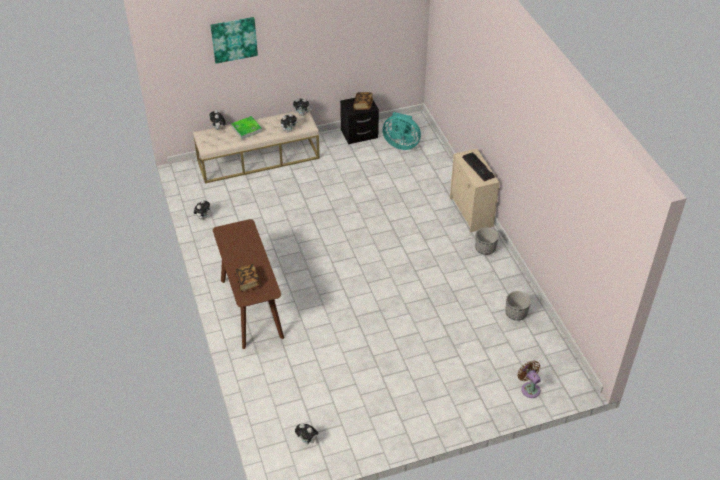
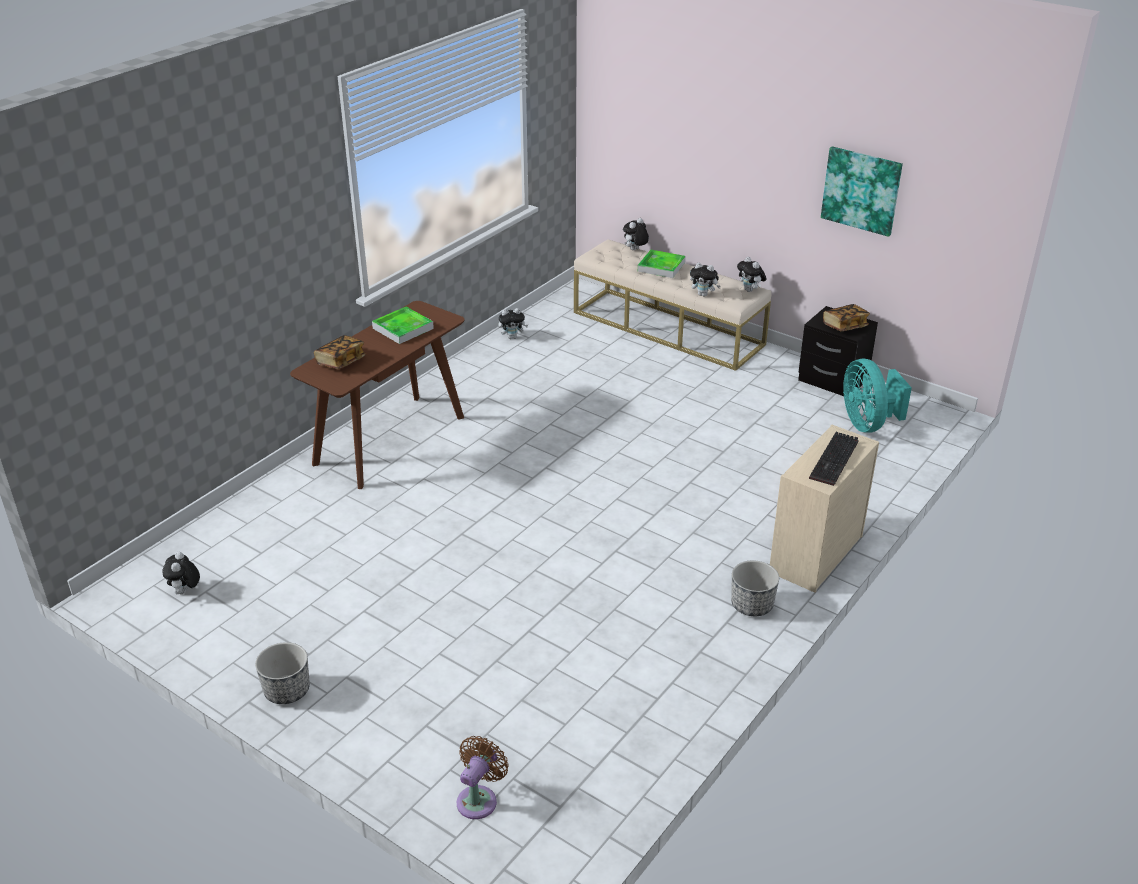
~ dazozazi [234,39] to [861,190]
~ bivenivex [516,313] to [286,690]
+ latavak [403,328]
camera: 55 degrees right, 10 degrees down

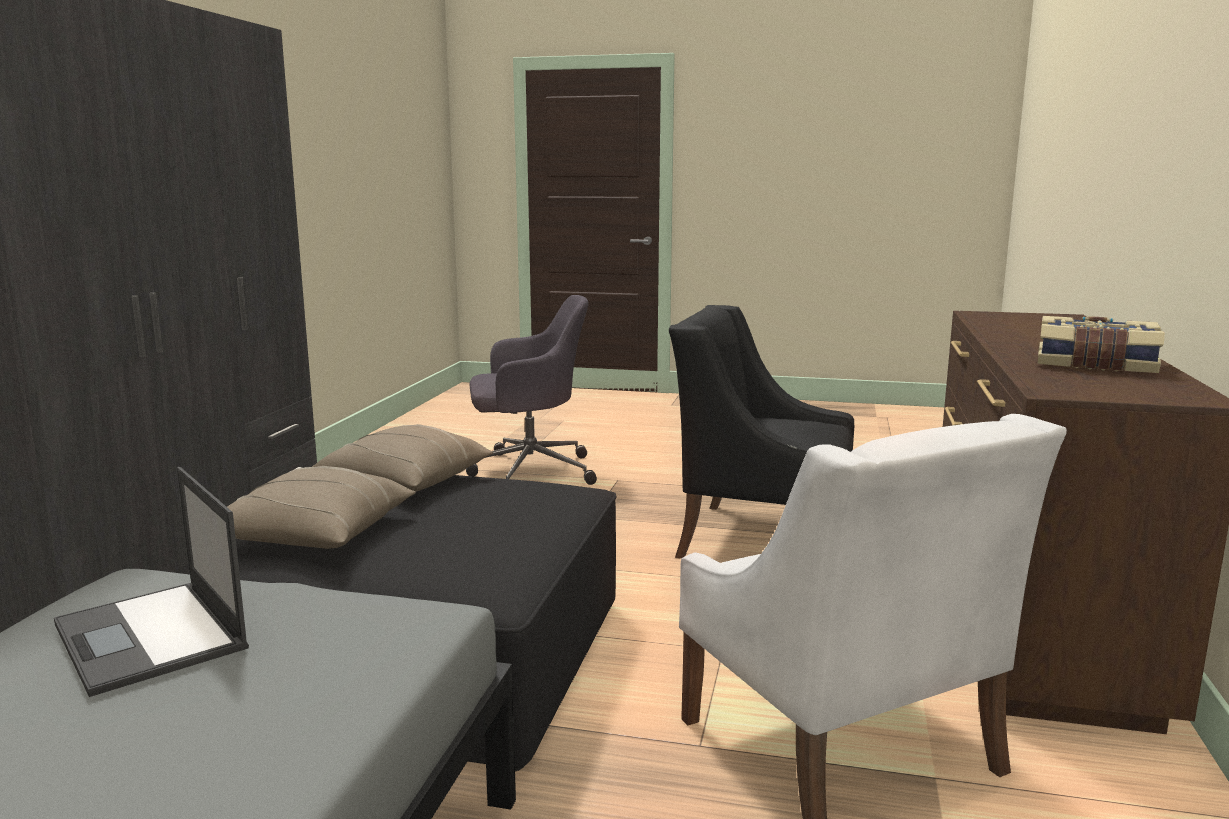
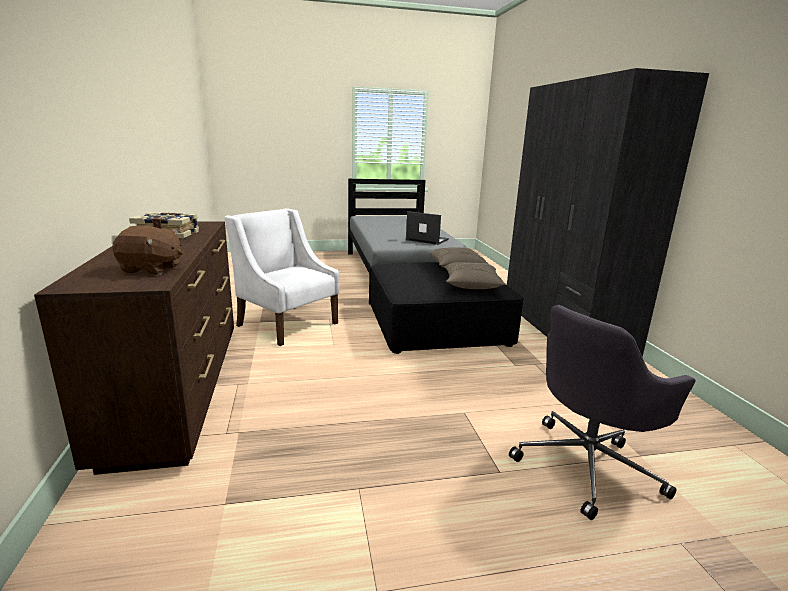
- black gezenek [759,537]
+ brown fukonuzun [152,269]
camera: 155 degrees right, 5 degrees up

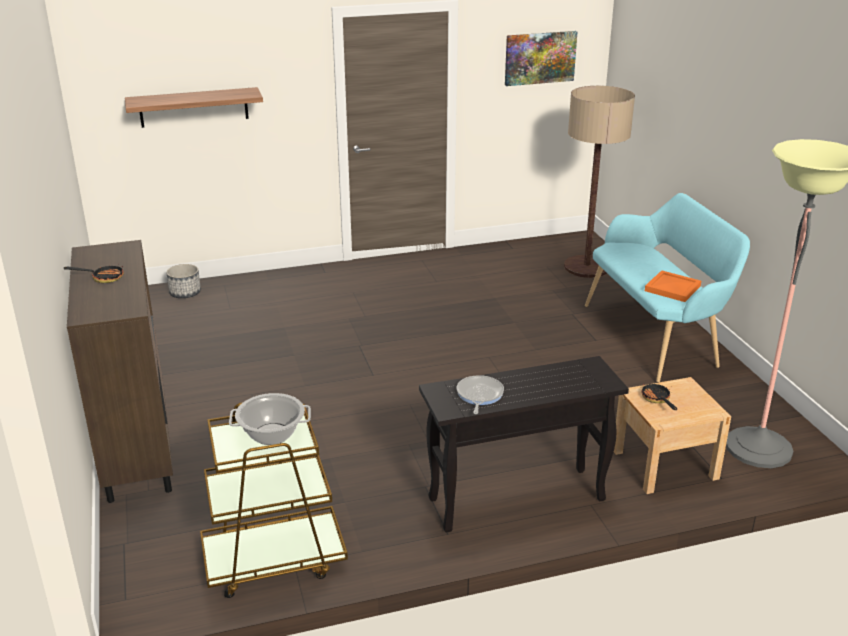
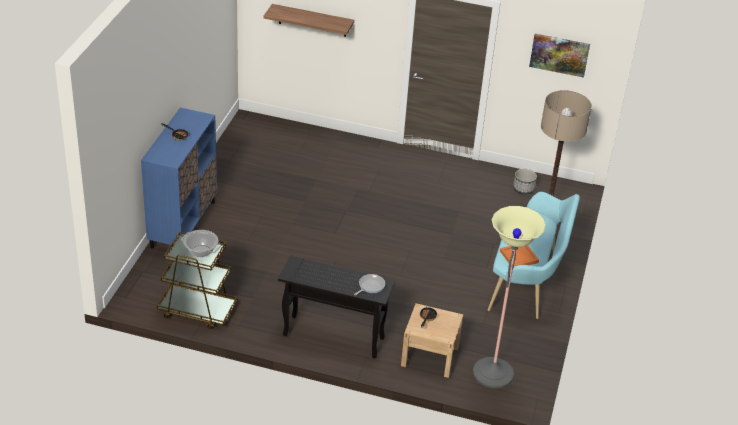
~ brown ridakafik [137,448] to blue ridakafik [183,224]
~ bivenivex [185,293] to [523,189]
~ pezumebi [479,395] to [370,286]
camera: 30 degrees right, 10 degrees up

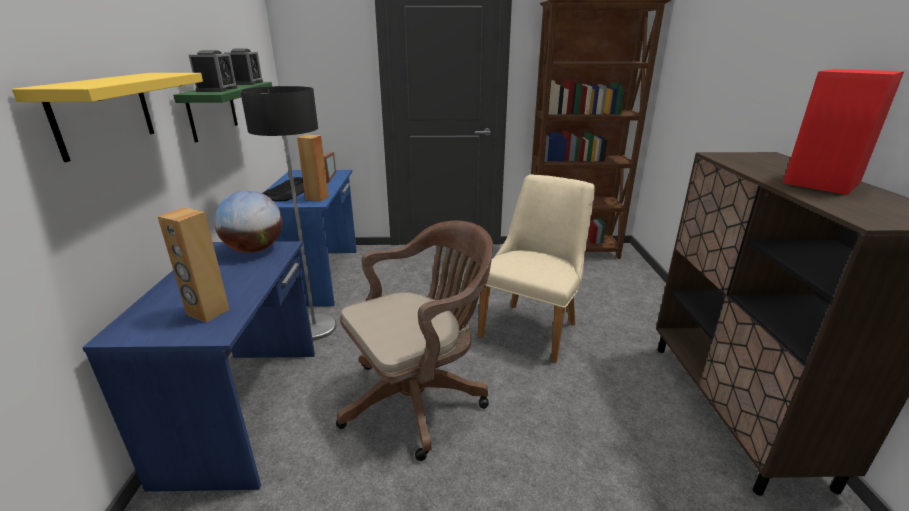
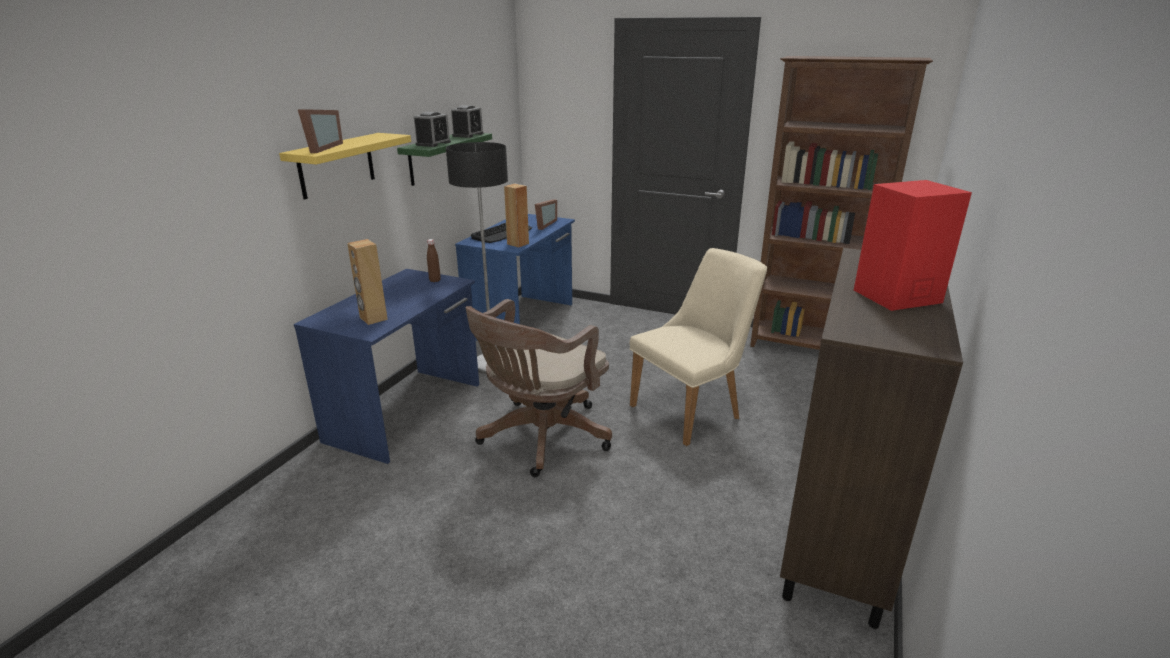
~ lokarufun [255,249] to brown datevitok [435,280]
~ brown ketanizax [419,397] = [540,438] 135 degrees clockwise
+ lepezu [319,148]
camera: 25 degrees right, 0 degrees up

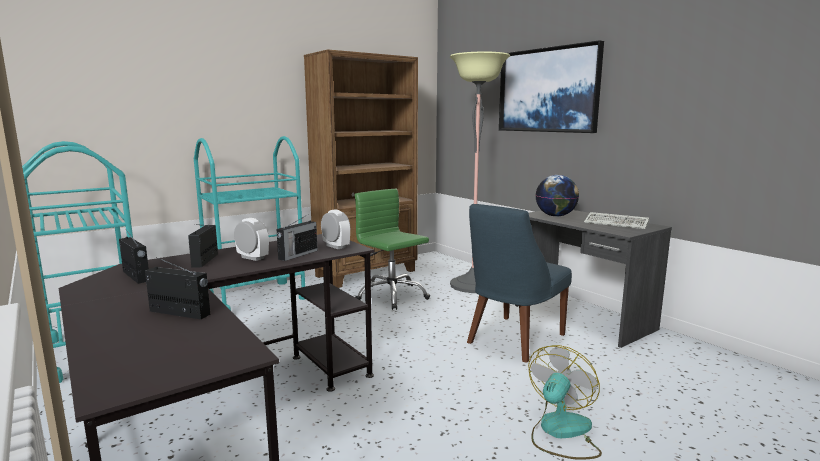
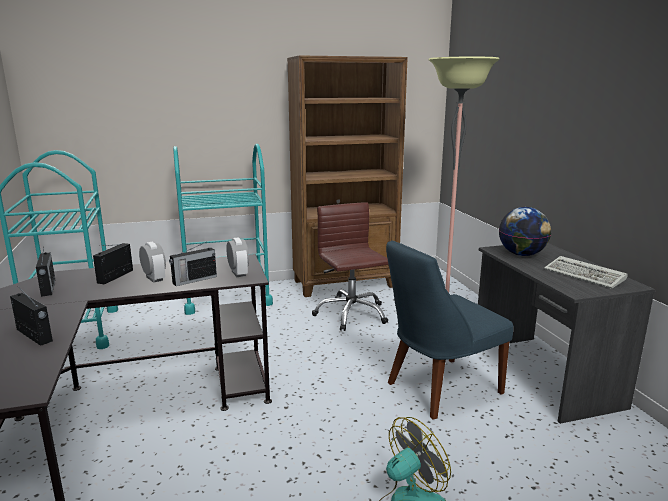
~ green ketanizax [391,296] to brown ketanizax [351,314]
- dazozazi [548,90]
camera: 20 degrees right, 5 degrees up

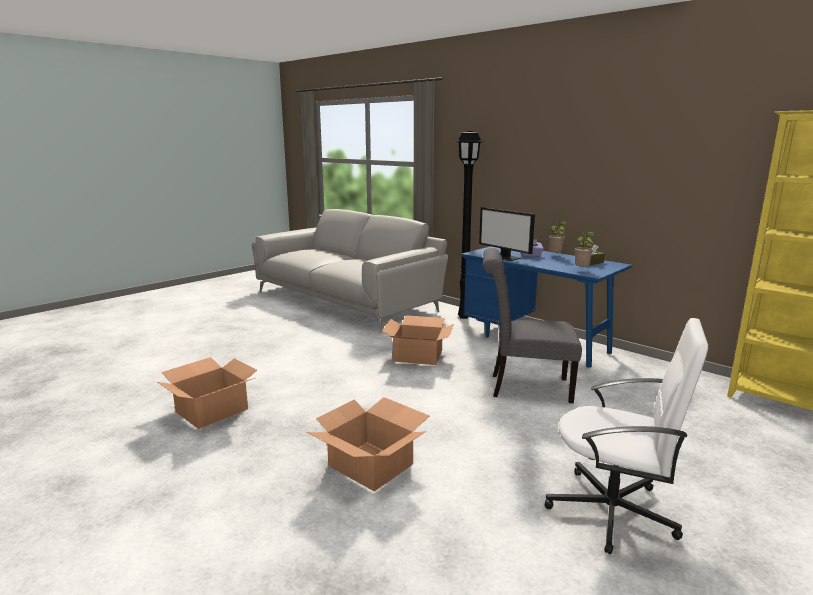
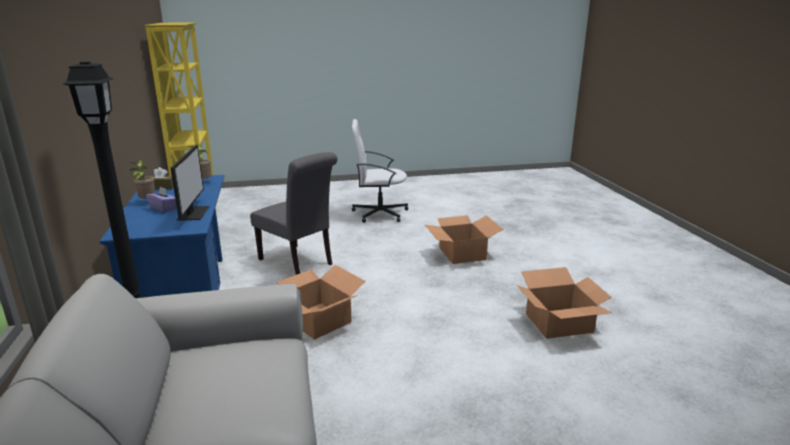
~ white ketanizax [613,511] = [379,213] 60 degrees counterclockwise
camera: 145 degrees left, 5 degrees up

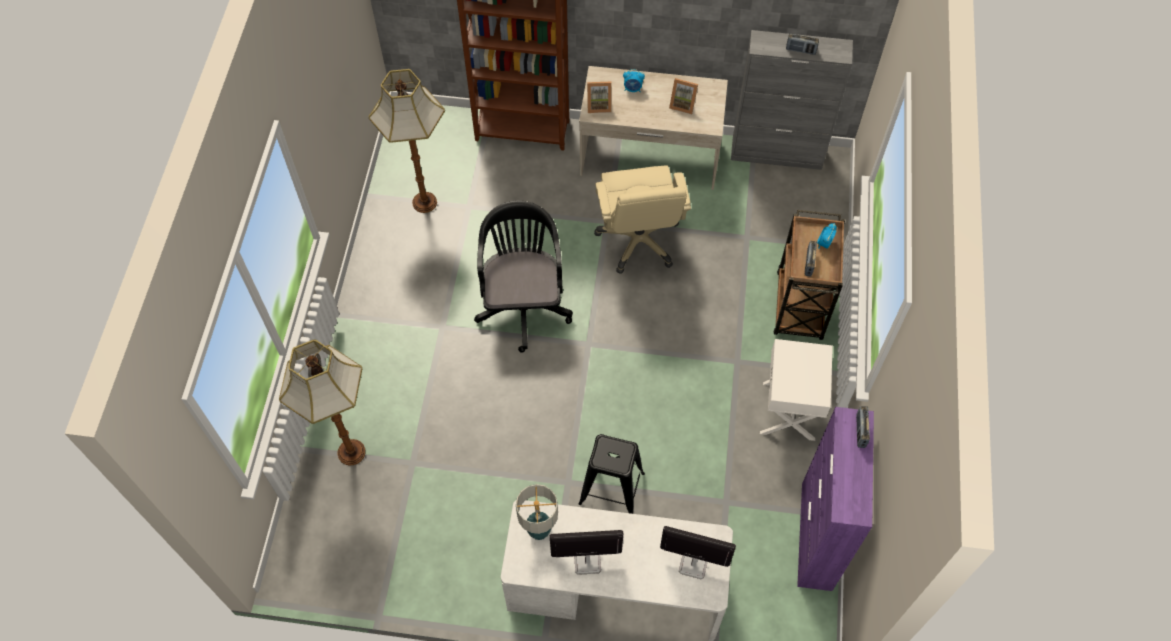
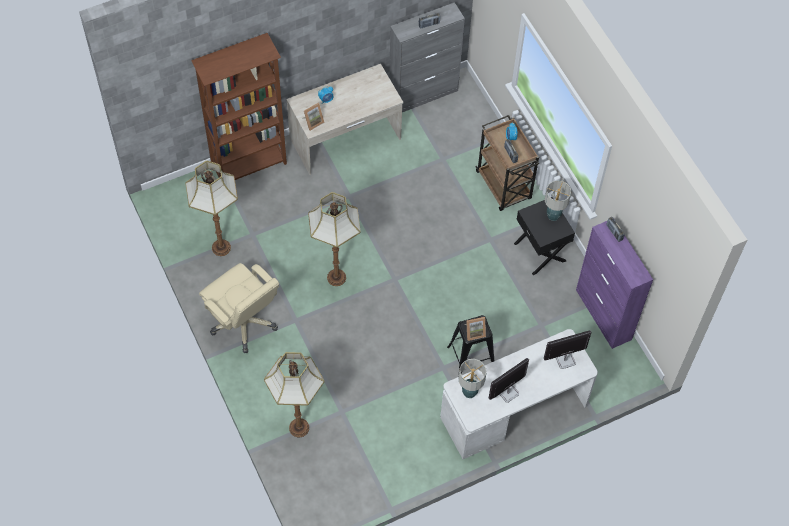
~ black ketanizax [523,304] to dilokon [336,277]
~ beige ketanizax [639,240] to [244,322]
~ lepezu [683,104] to [474,332]
~ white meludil [789,411] to black meludil [540,251]
+ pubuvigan [553,216]
camera: 35 degrees left, 0 degrees up

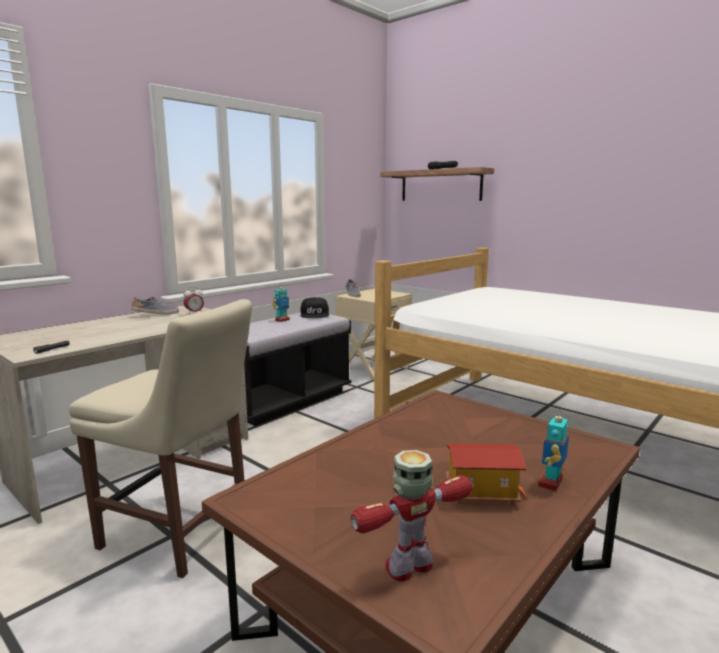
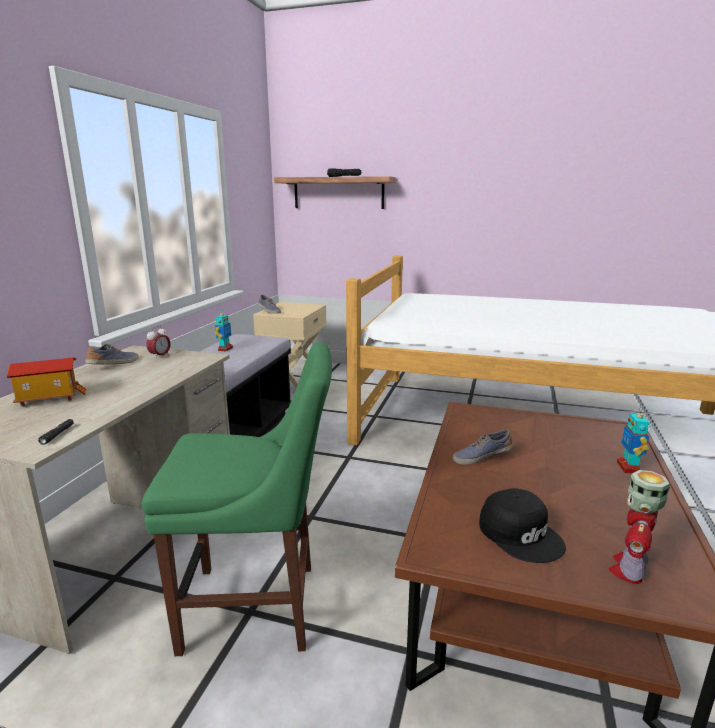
~ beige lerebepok [180,534] to green lerebepok [258,607]
~ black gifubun [315,314] to [521,533]
~ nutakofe [482,493] to [49,397]
+ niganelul [481,457]
camera: 25 degrees left, 5 degrees up

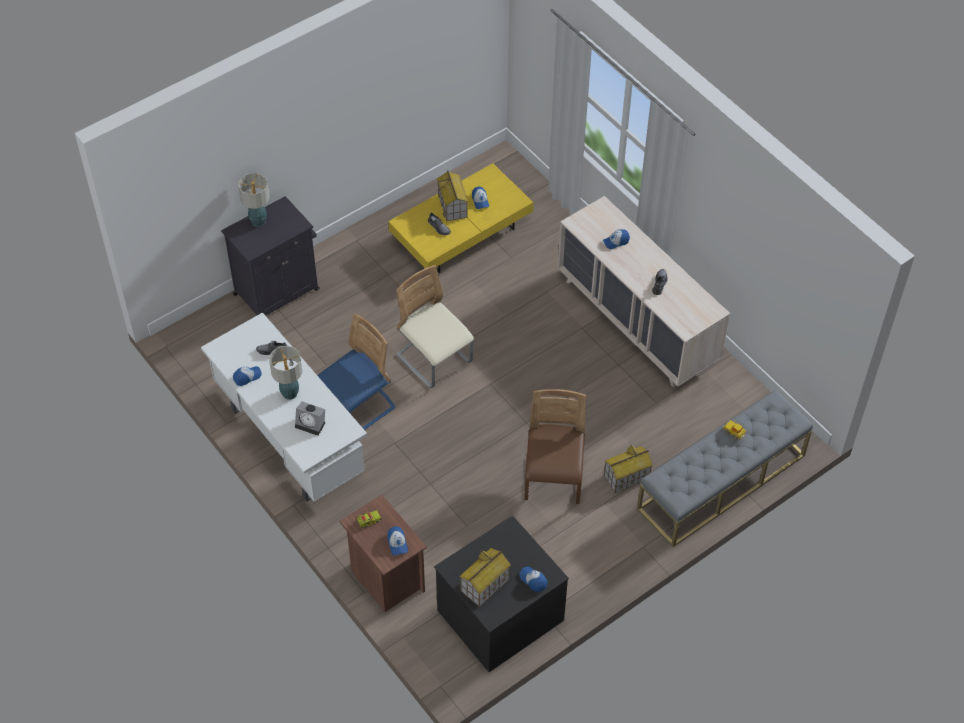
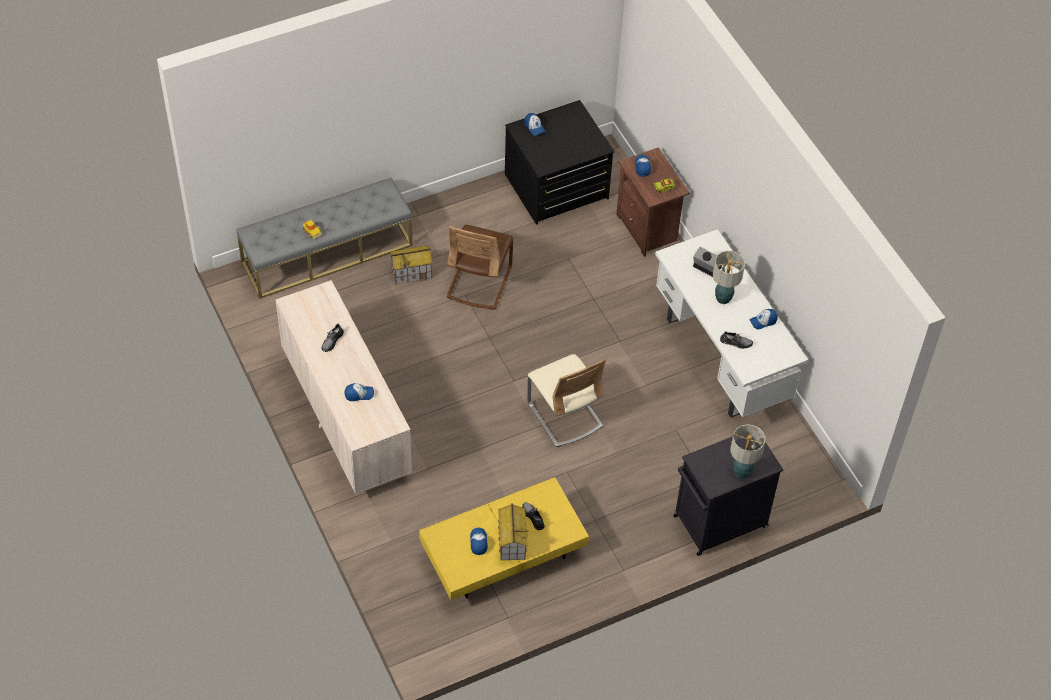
- blue lerebepok [356,408]
- nutakofe [485,585]
camera: 170 degrees left, 0 degrees up

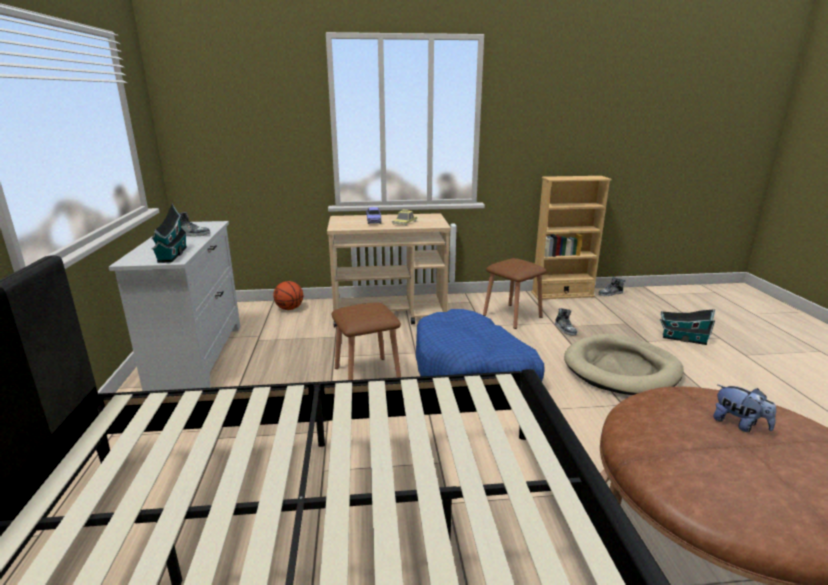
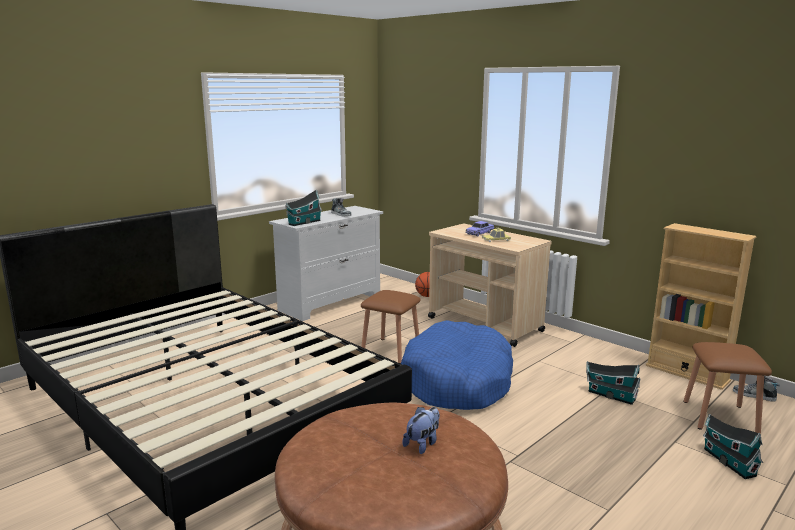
~ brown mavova [512,316] to [720,417]
~ niganelul [565,329] to nutakofe [609,395]
- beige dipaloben [621,369]
~ fukonuzun [739,424] = [422,444] 150 degrees counterclockwise
camera: 50 degrees right, 5 degrees down

